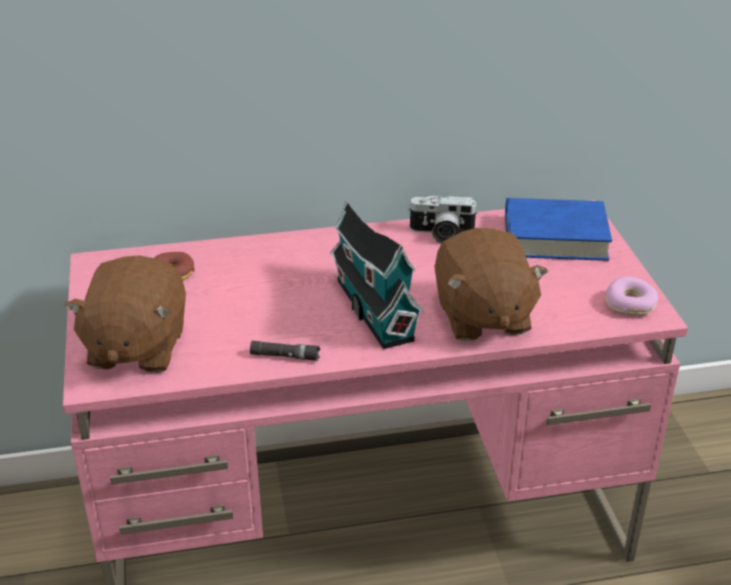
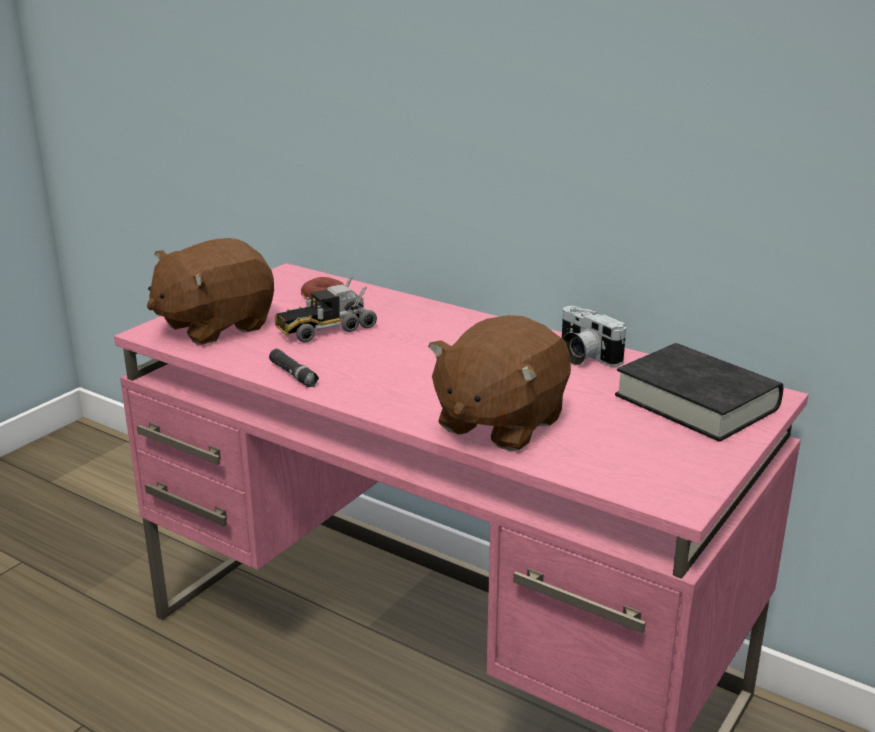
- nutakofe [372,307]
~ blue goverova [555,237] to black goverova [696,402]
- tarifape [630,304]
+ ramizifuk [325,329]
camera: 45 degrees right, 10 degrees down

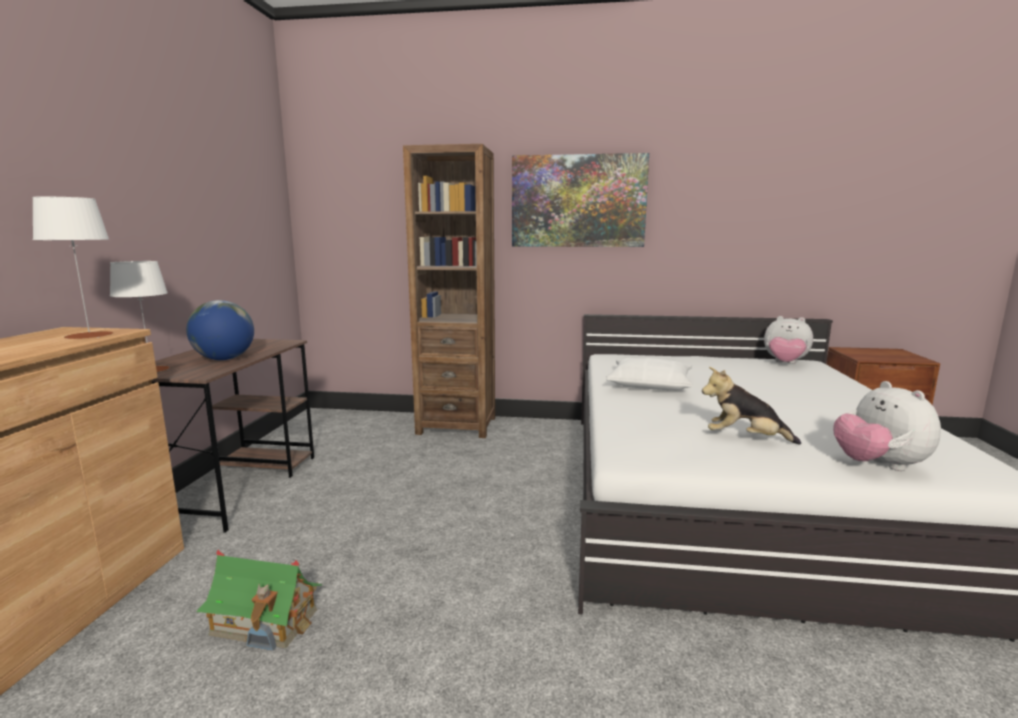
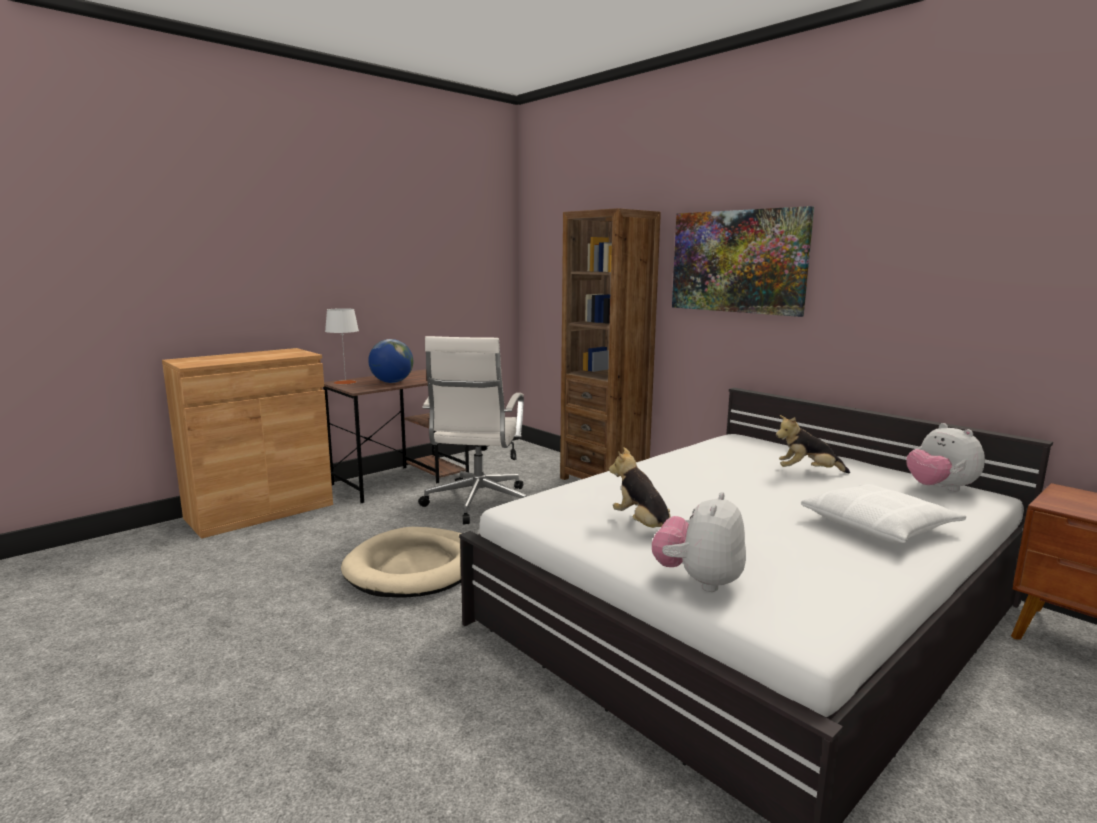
- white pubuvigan [89,335]
- nutakofe [265,622]
~ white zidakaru [650,383] to [879,526]
+ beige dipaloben [415,568]
+ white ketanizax [477,504]
+ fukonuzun [807,472]
camera: 40 degrees right, 0 degrees up

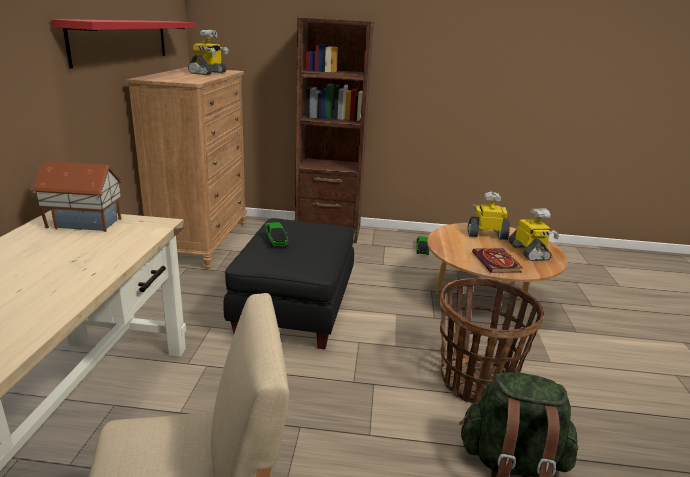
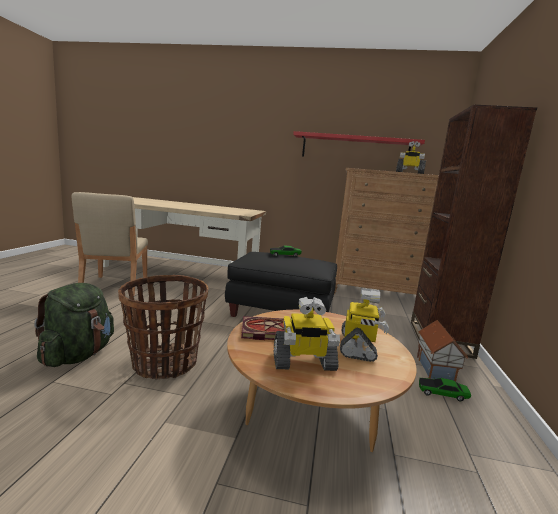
~ nutakofe [85,222] to [436,369]
camera: 95 degrees right, 10 degrees down

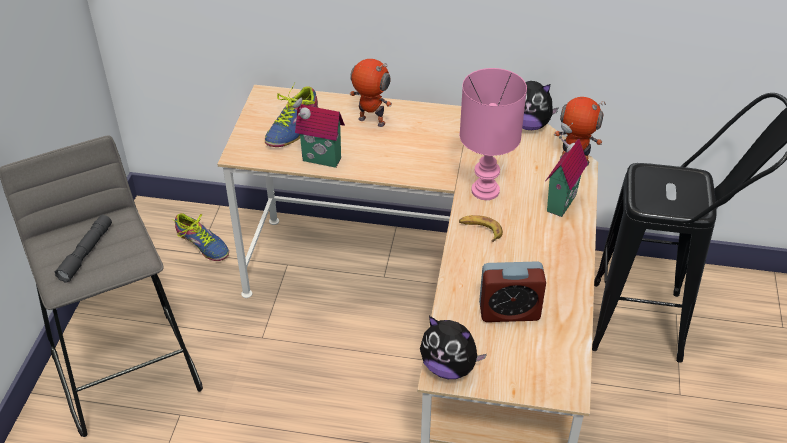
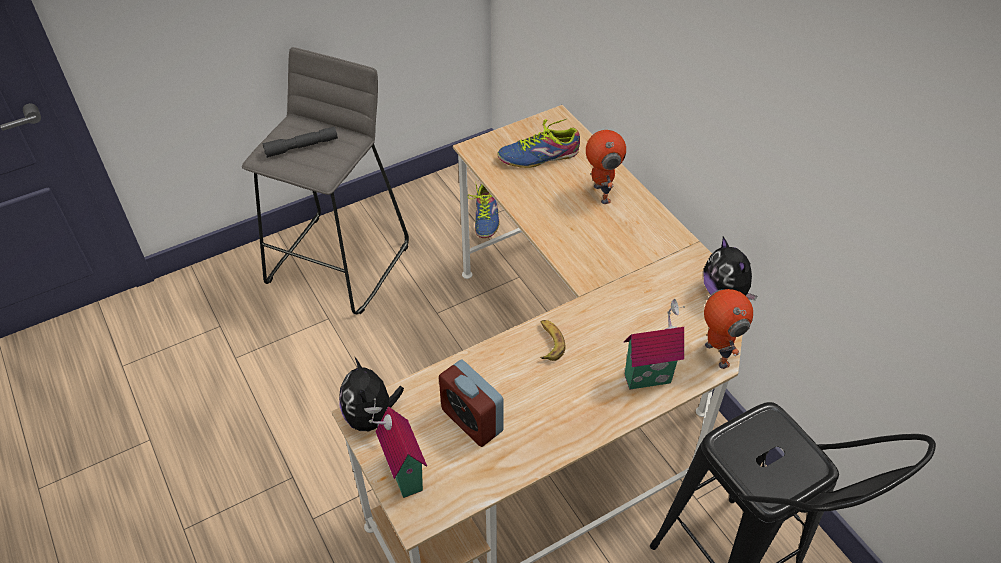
~ nutakofe [320,161] to [401,475]
- pink pubuvigan [486,191]
camera: 50 degrees right, 5 degrees up

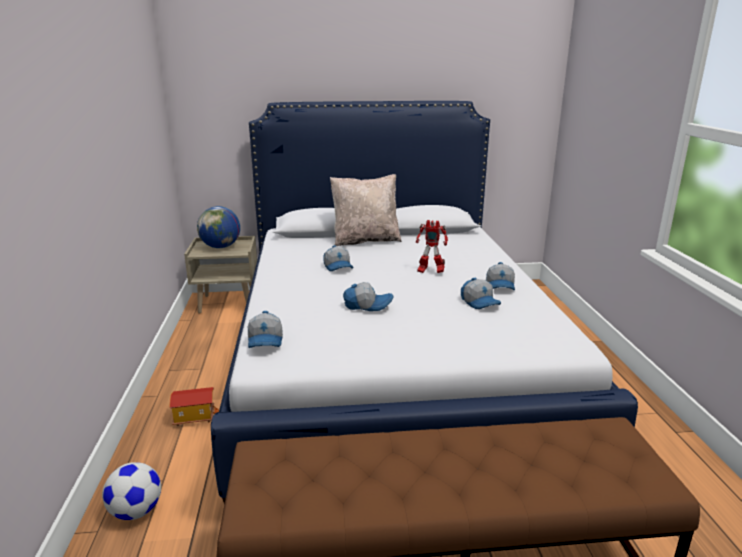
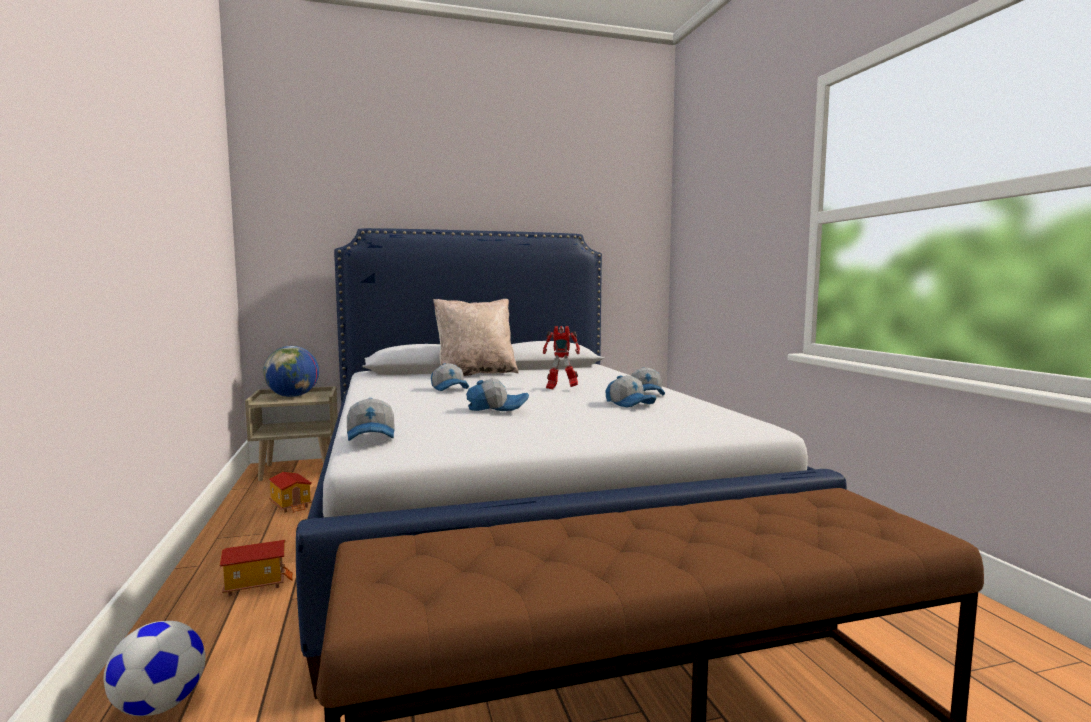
+ nutakofe [291,505]
camera: 10 degrees left, 15 degrees down

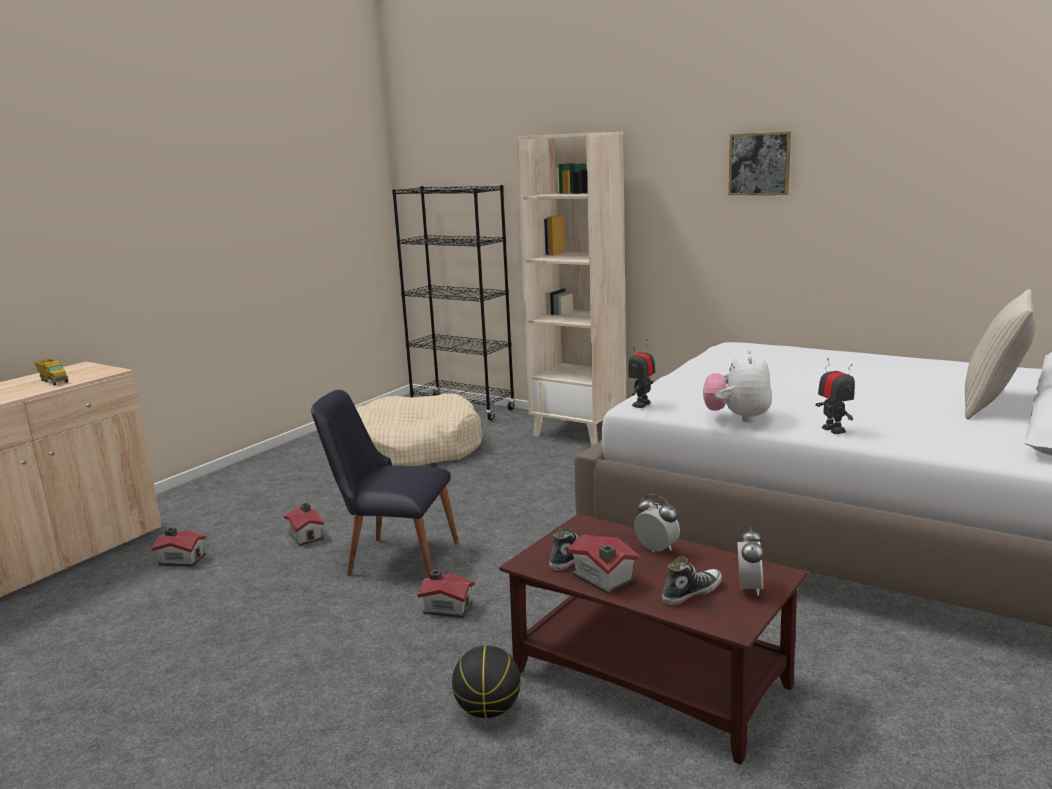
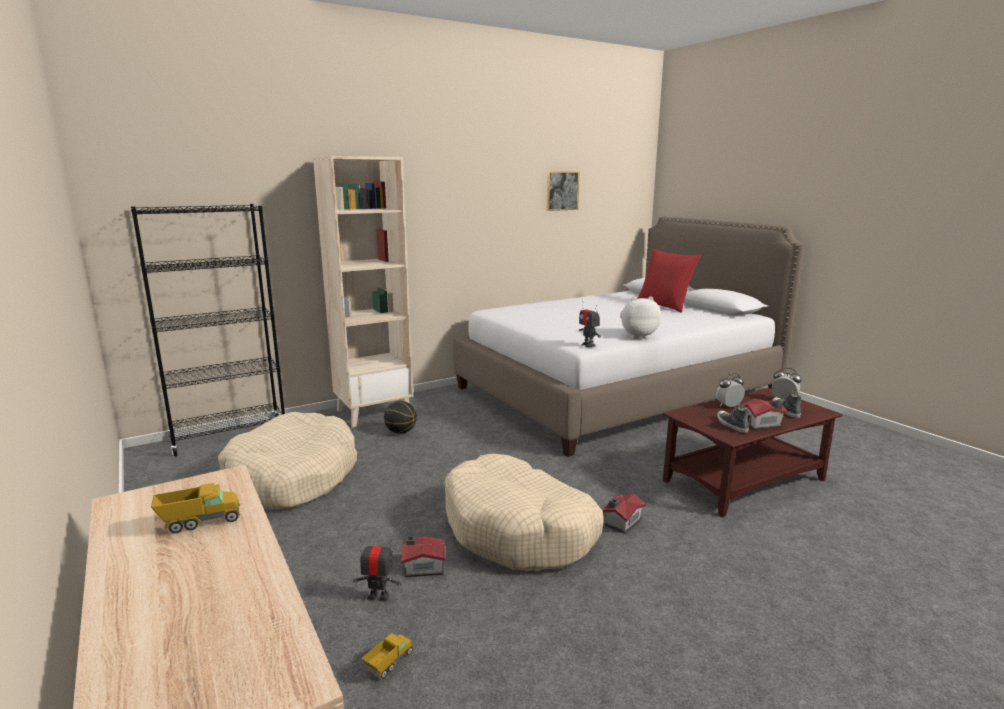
~ nutakofe [182,559] to ramizifuk [389,664]
~ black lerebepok [393,558] to beige dipaloben [519,529]
~ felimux [487,710] to [401,432]
~ fukonuzun [737,418] = [637,336] 135 degrees clockwise
~ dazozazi [759,164] to [562,190]
~ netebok [833,430] to [378,596]
~ beige zidakaru [993,404] to red zidakaru [664,306]
camera: 65 degrees left, 0 degrees up

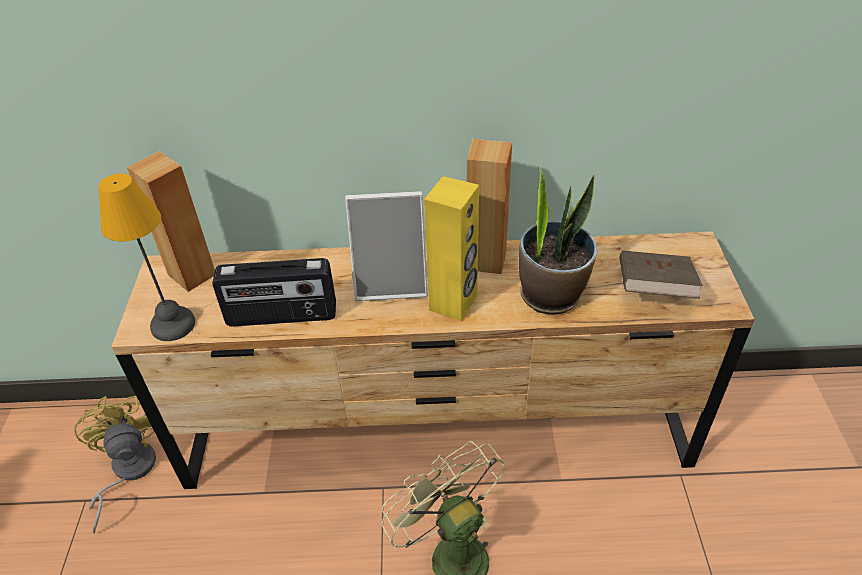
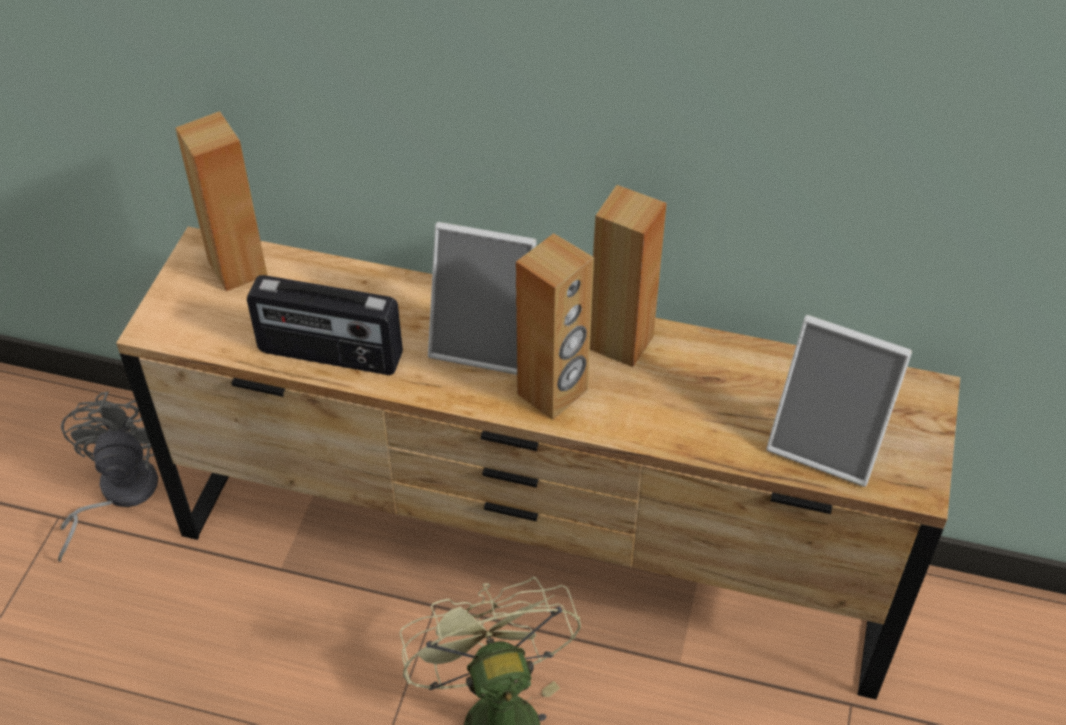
~ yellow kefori [128,471] to grey kefori [118,493]
- pubuvigan [174,325]
~ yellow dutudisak [454,303] to brown dutudisak [553,392]
- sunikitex [551,294]
~ brown goverova [653,290] to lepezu [828,442]
camera: 15 degrees right, 5 degrees up

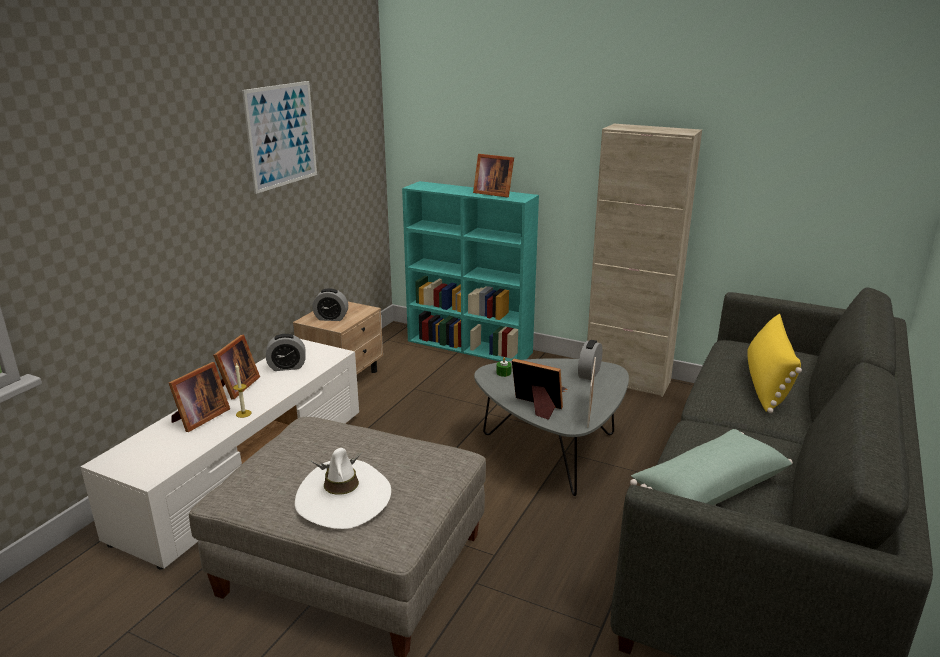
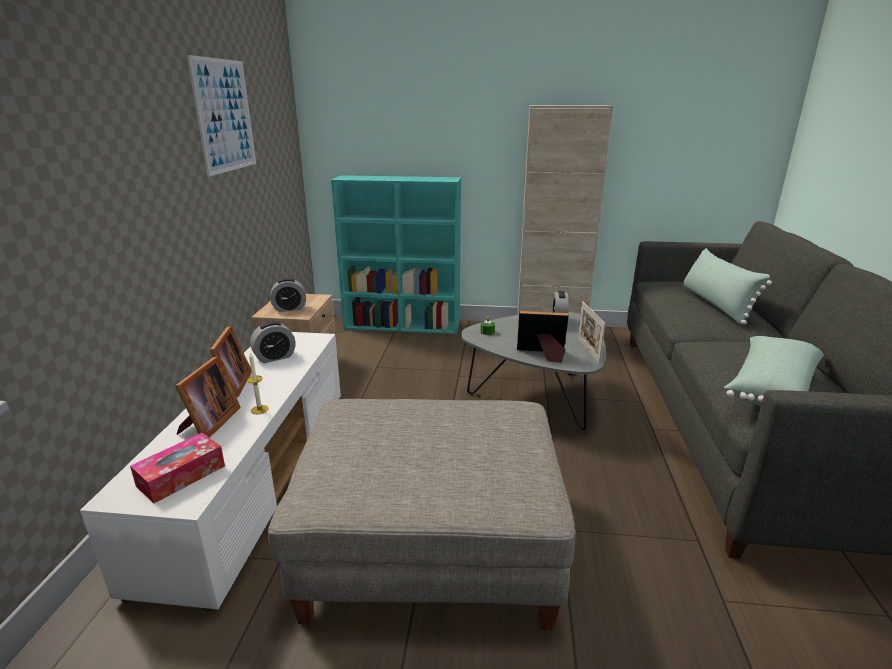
- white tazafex [343,498]
- lepezu [493,193]
~ yellow zidakaru [766,383] to green zidakaru [715,304]
+ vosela [181,476]
camera: 20 degrees left, 0 degrees up

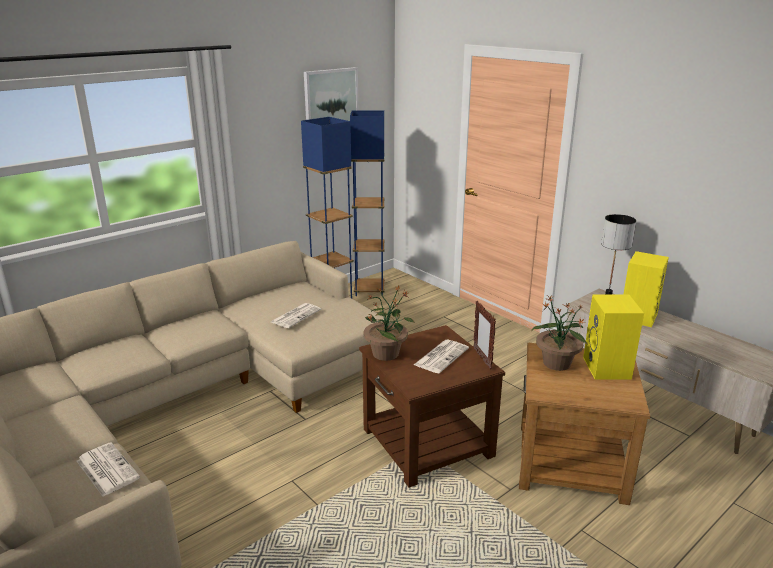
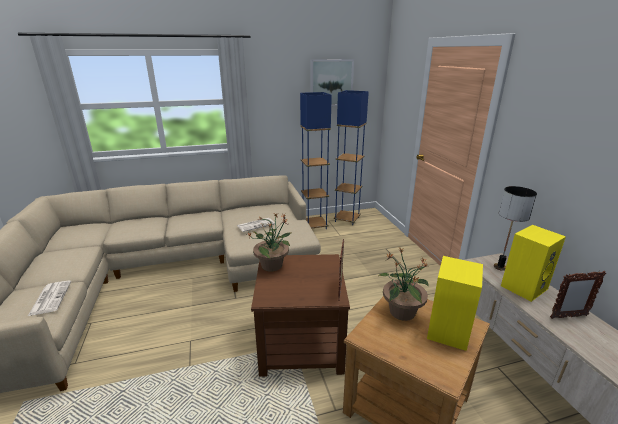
- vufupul [441,356]
+ lepezu [568,316]
camera: 25 degrees right, 0 degrees up

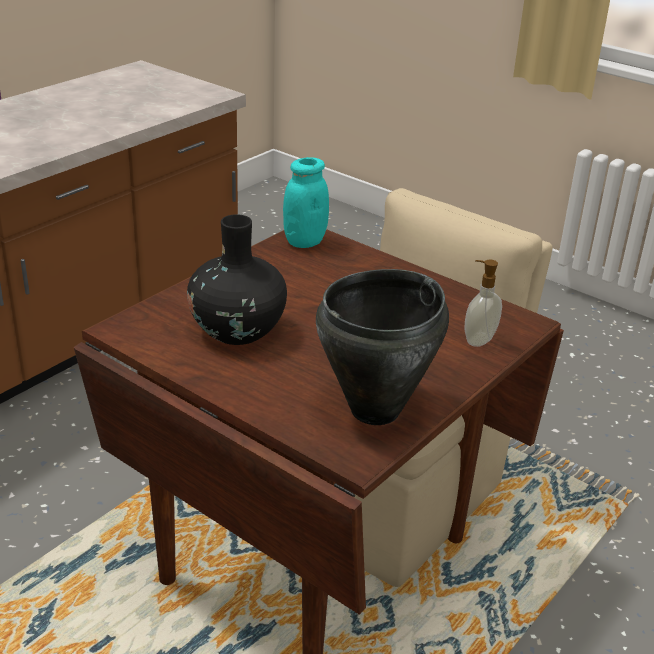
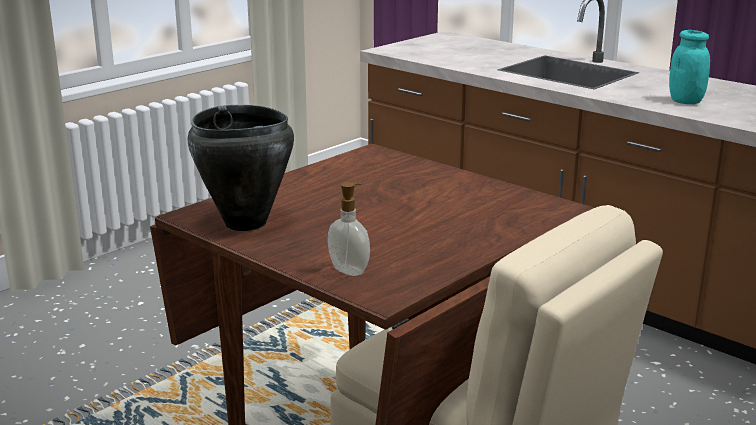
- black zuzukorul [237,330]
~ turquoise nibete [304,241] to [685,101]
camera: 95 degrees right, 10 degrees down

